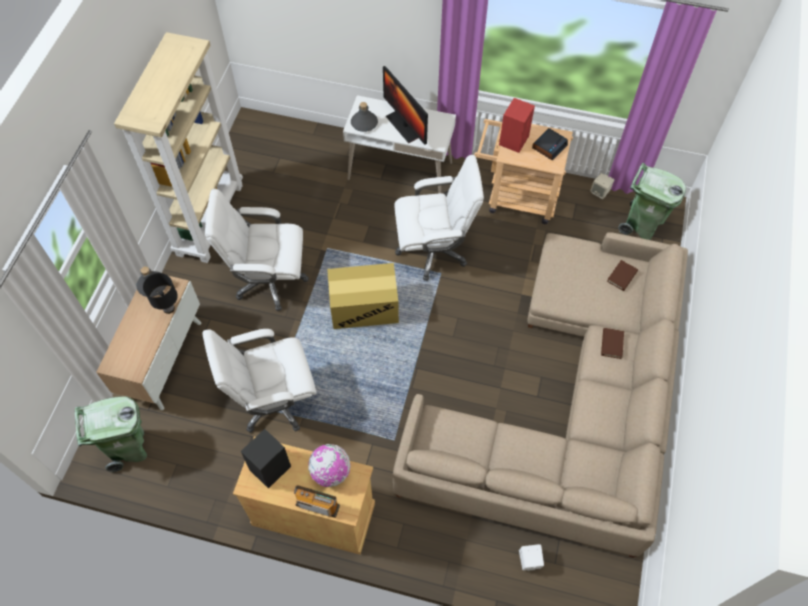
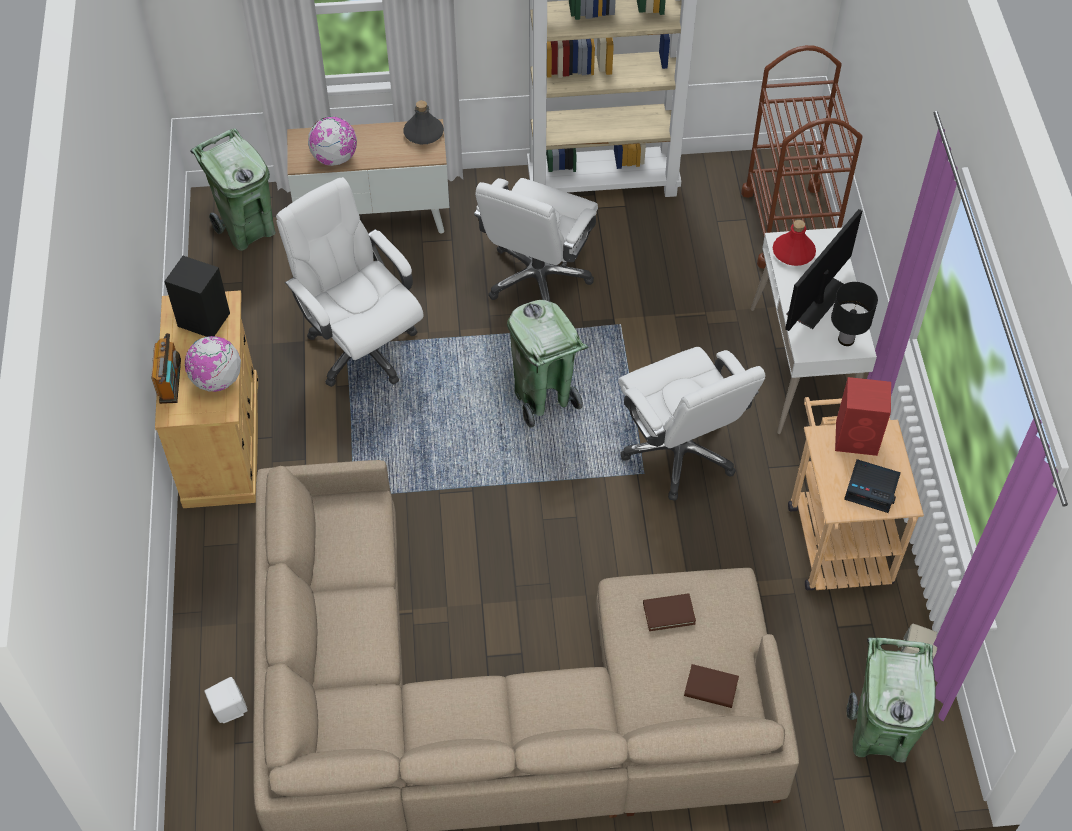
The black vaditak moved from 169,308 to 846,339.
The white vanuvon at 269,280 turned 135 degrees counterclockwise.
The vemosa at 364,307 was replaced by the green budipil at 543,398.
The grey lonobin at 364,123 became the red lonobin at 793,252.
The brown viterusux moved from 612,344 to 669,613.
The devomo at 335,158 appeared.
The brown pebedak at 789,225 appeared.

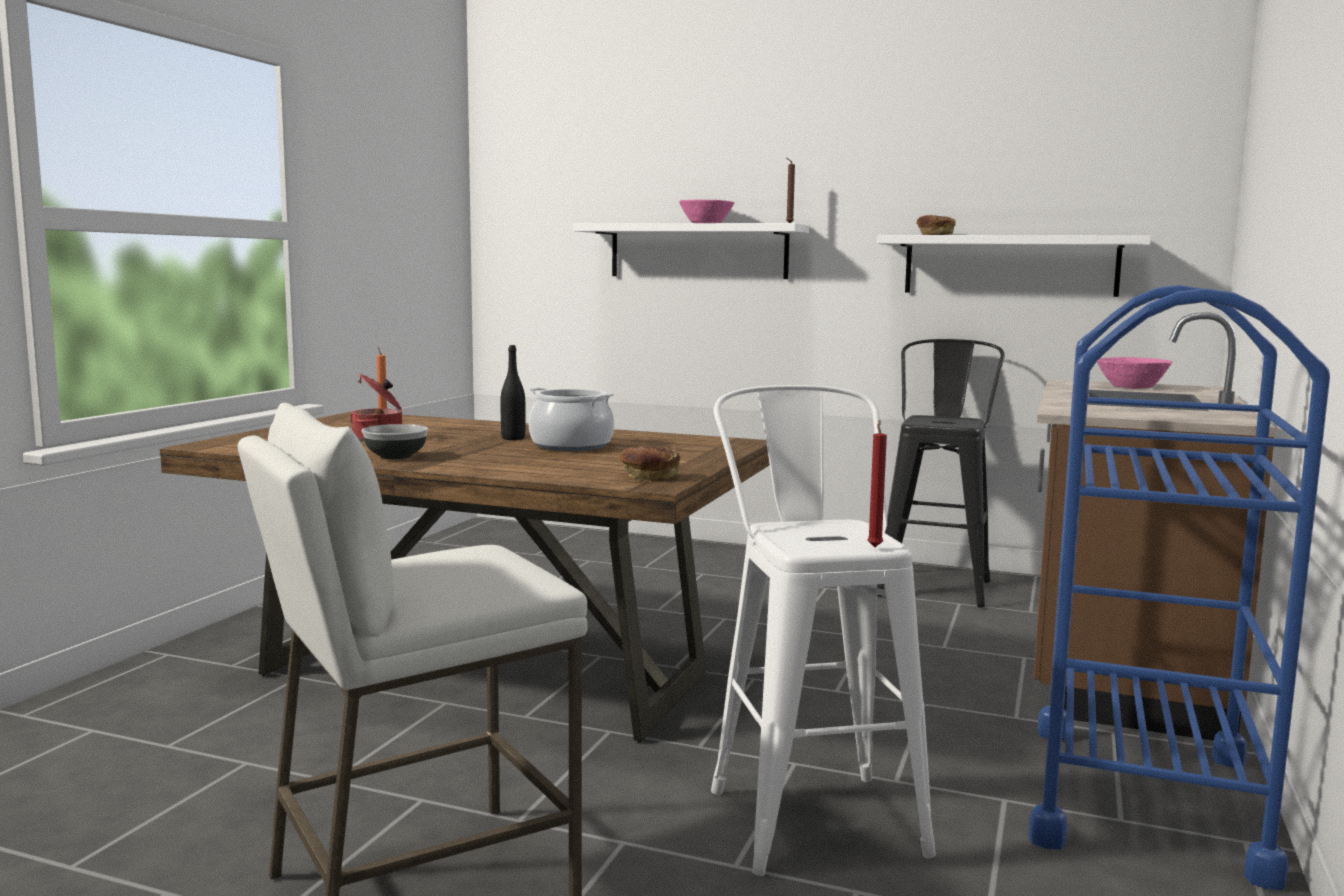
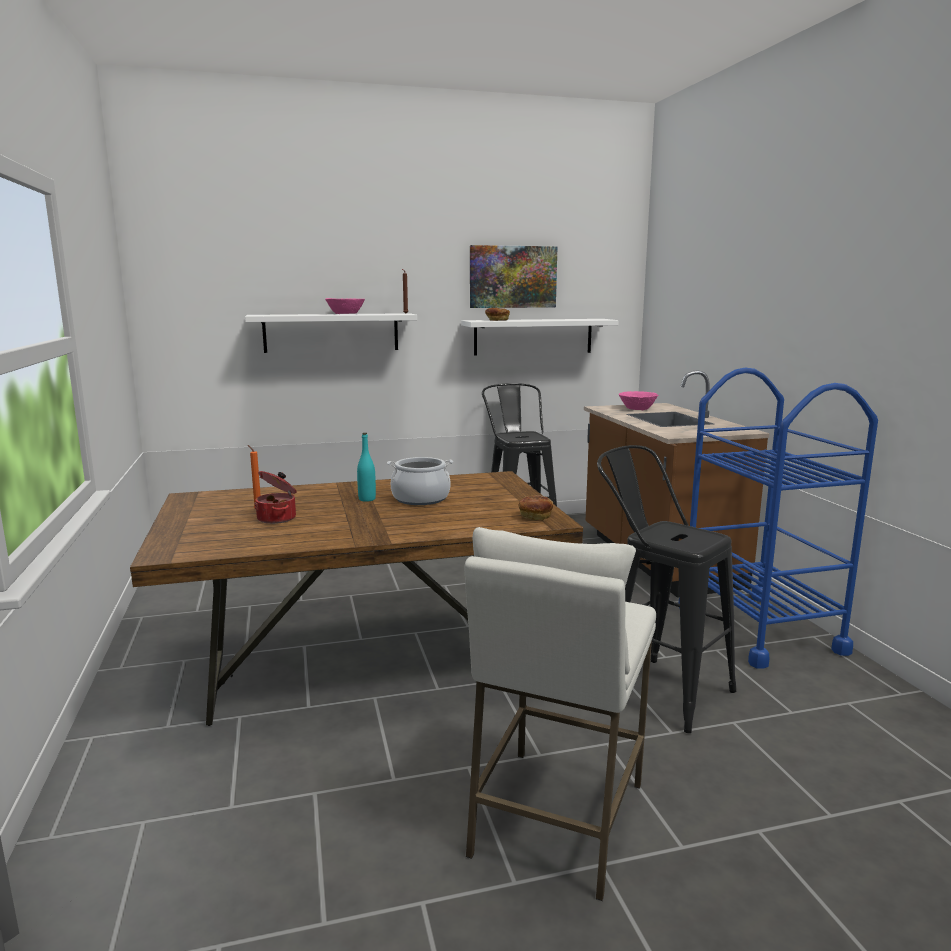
The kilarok at 395,456 disappeared.
The black lonobin at 513,438 became the turquoise lonobin at 367,499.
The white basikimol at 809,810 became the black basikimol at 656,688.
The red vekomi at 875,546 disappeared.
The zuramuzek at 512,277 appeared.

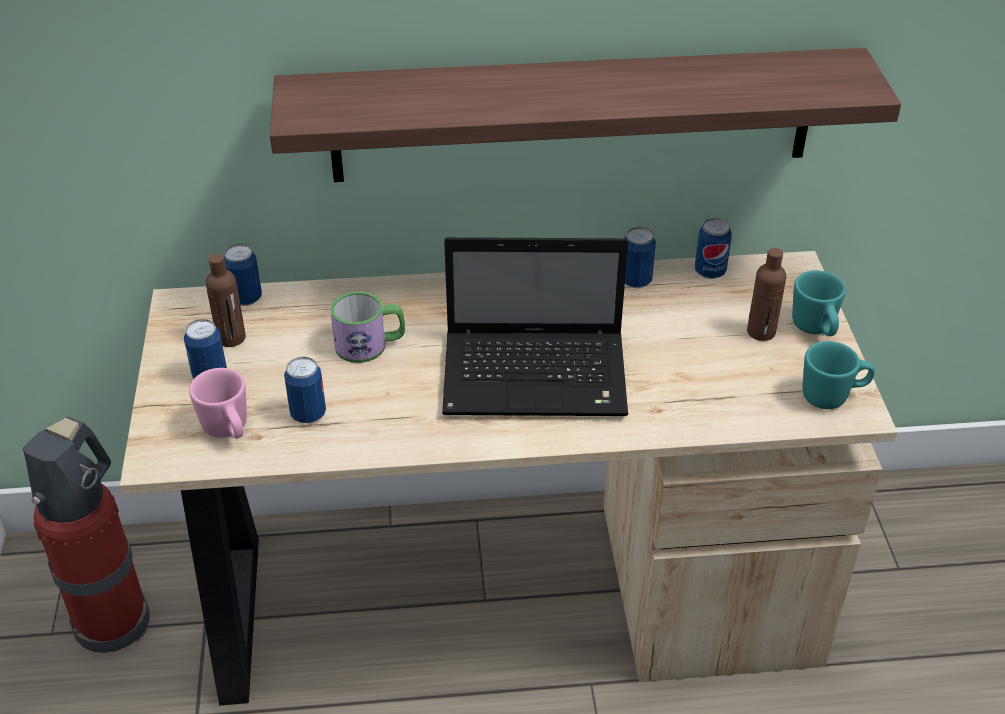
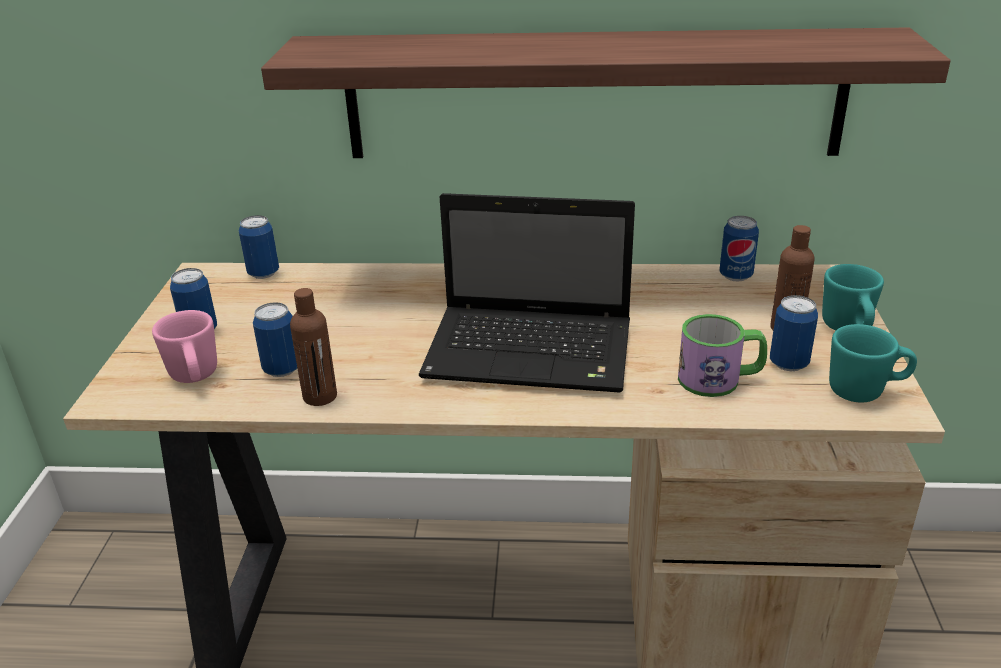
The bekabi at 114,618 disappeared.
The brown lonobin moved from 231,338 to 320,396.
The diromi moved from 370,345 to 719,379.
The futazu moved from 635,281 to 788,363.

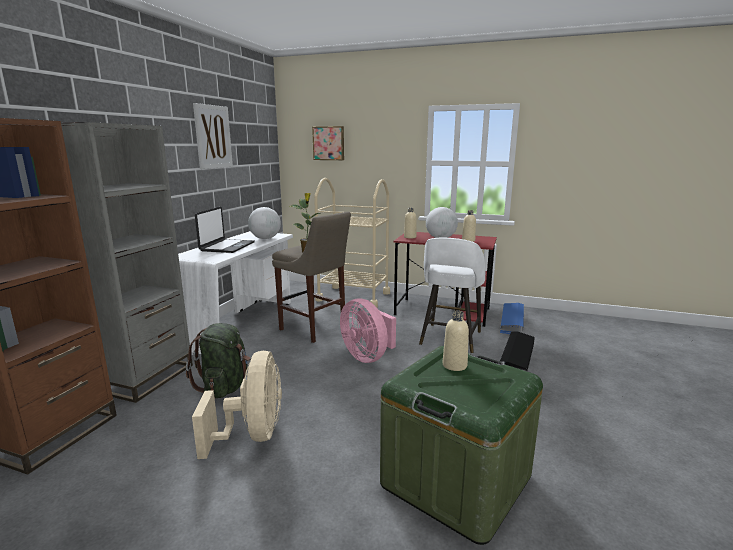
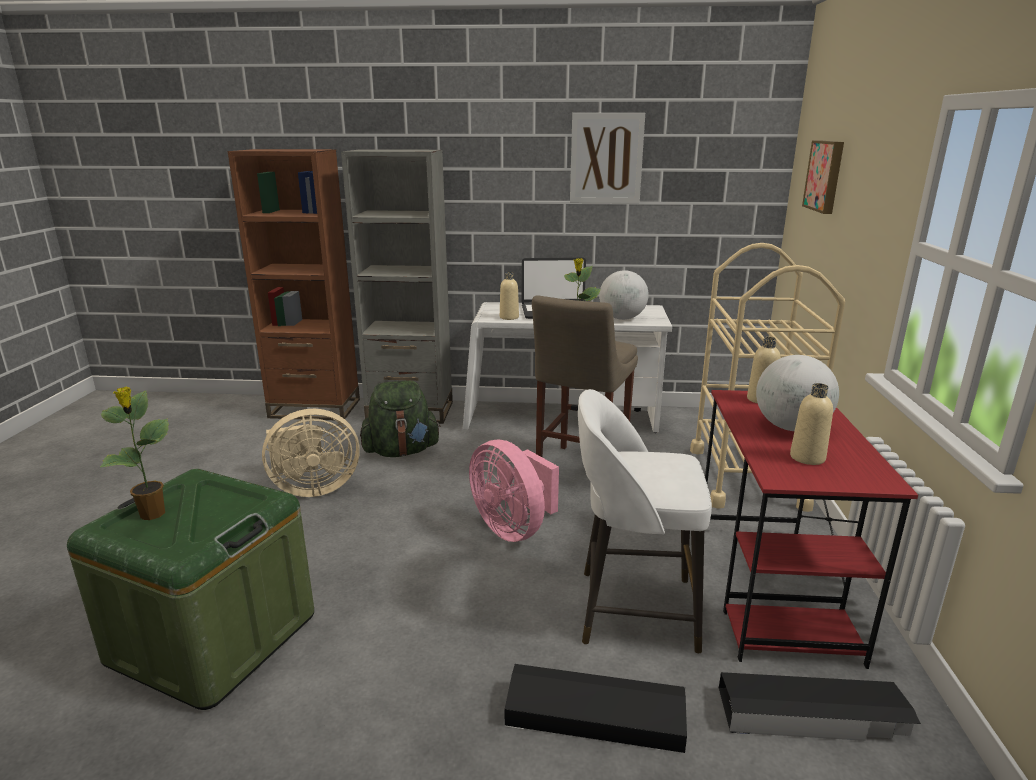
The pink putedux at 367,356 turned 75 degrees counterclockwise.
The beige lonobin moved from 454,365 to 509,317.
The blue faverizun at 512,322 became the black faverizun at 812,715.
The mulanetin at 152,515 appeared.

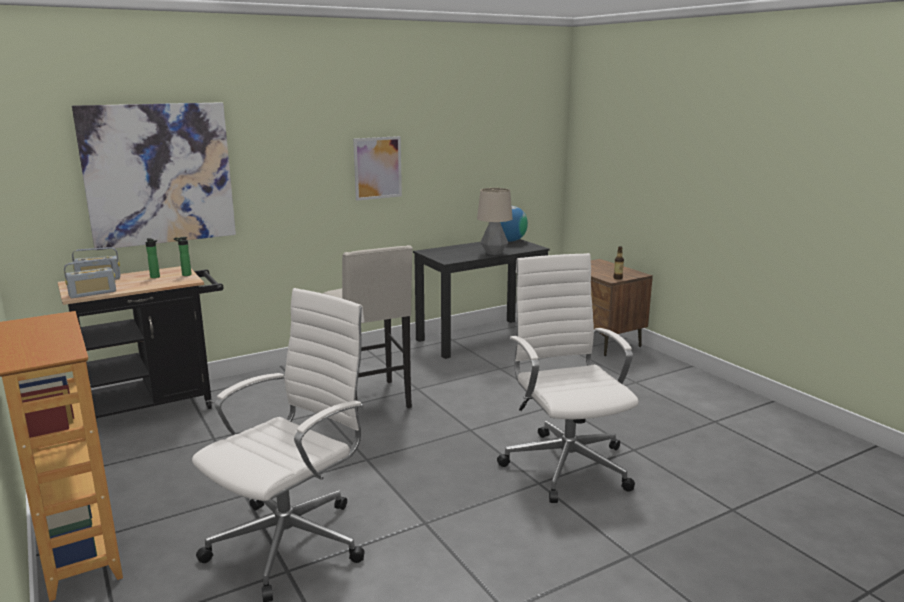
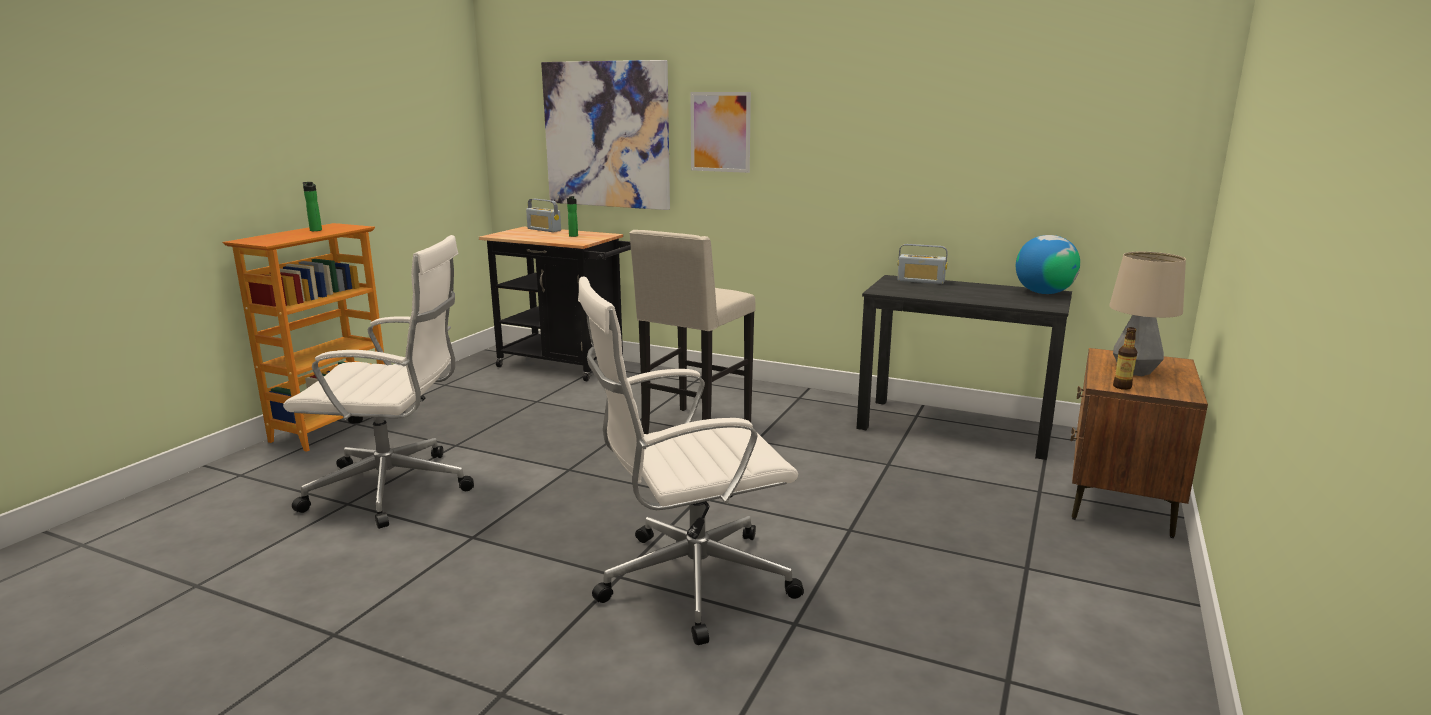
The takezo moved from 93,293 to 921,281.
The lonobin moved from 185,275 to 315,230.
The zuramuzek moved from 377,168 to 720,132.
The vaditak moved from 494,253 to 1135,372.
The white vanuvon at 566,463 turned 150 degrees counterclockwise.

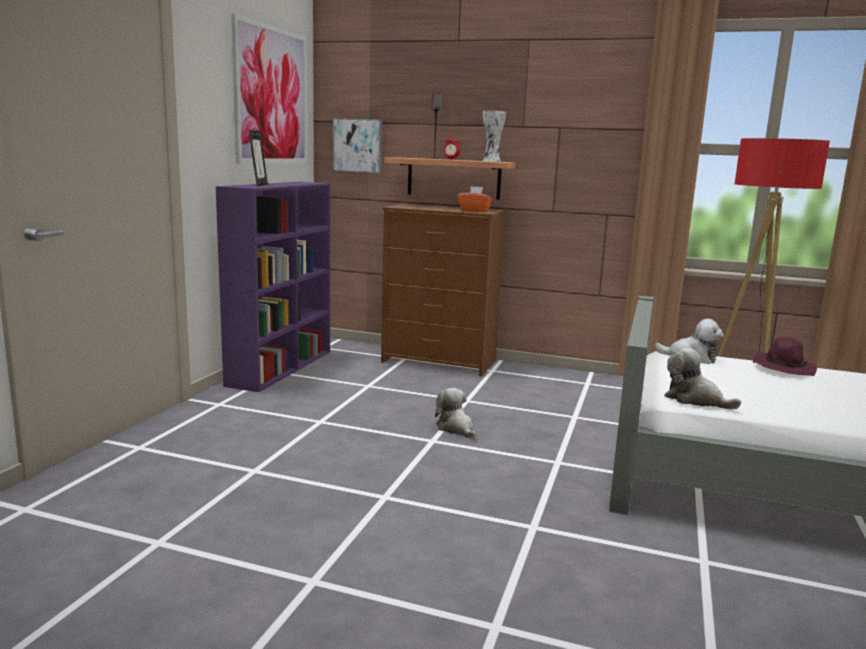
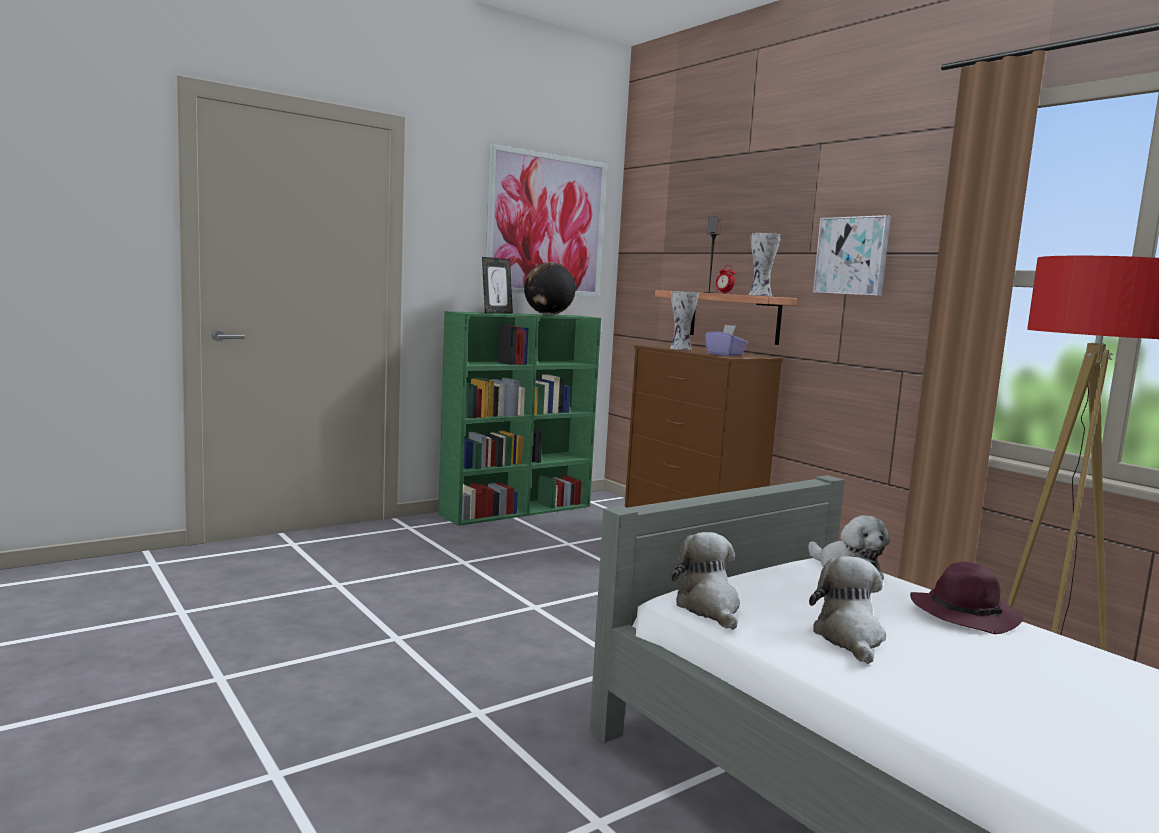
The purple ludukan at 281,367 became the green ludukan at 518,510.
The zuramuzek moved from 358,145 to 852,256.
The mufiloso moved from 456,428 to 849,638.
The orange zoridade at 474,211 became the purple zoridade at 724,355.
The devomo at 548,315 appeared.
The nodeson at 681,349 appeared.

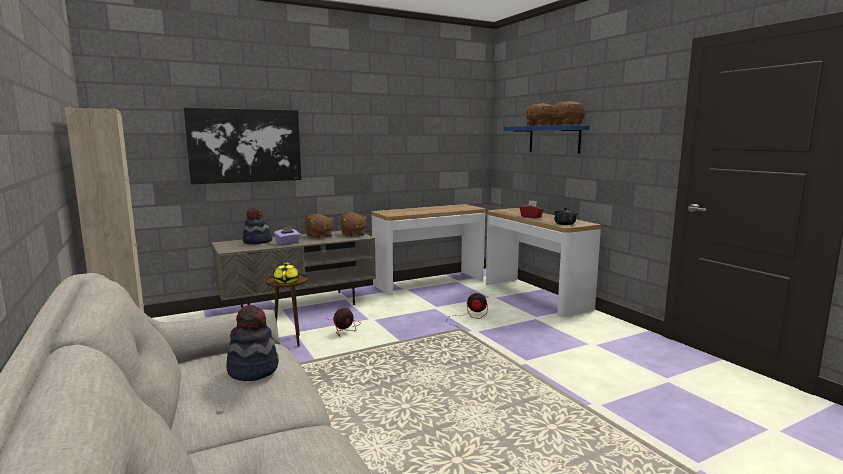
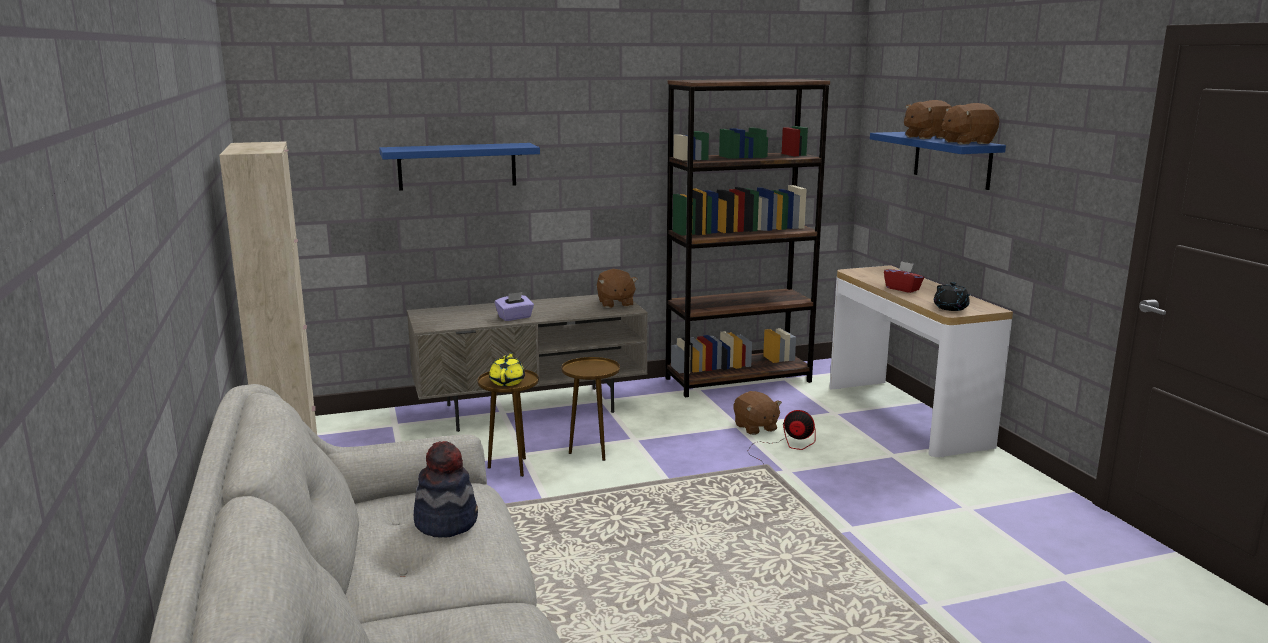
The zuramuzek at 245,145 was replaced by the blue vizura at 457,166.
The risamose at 257,242 disappeared.
The brown mufiloso moved from 318,236 to 755,427.
The putedux at 344,328 was replaced by the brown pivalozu at 591,452.
The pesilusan at 429,283 was replaced by the brown ludukan at 738,380.

